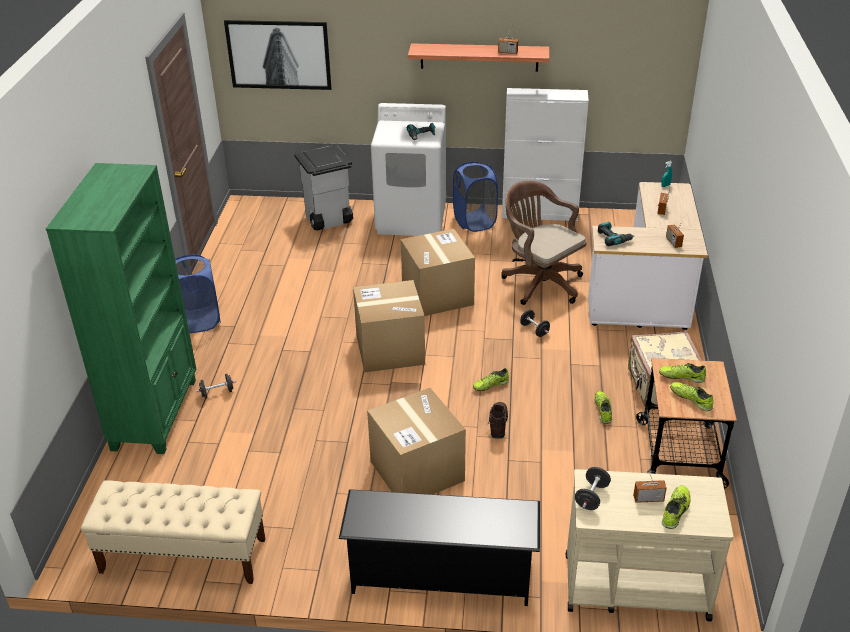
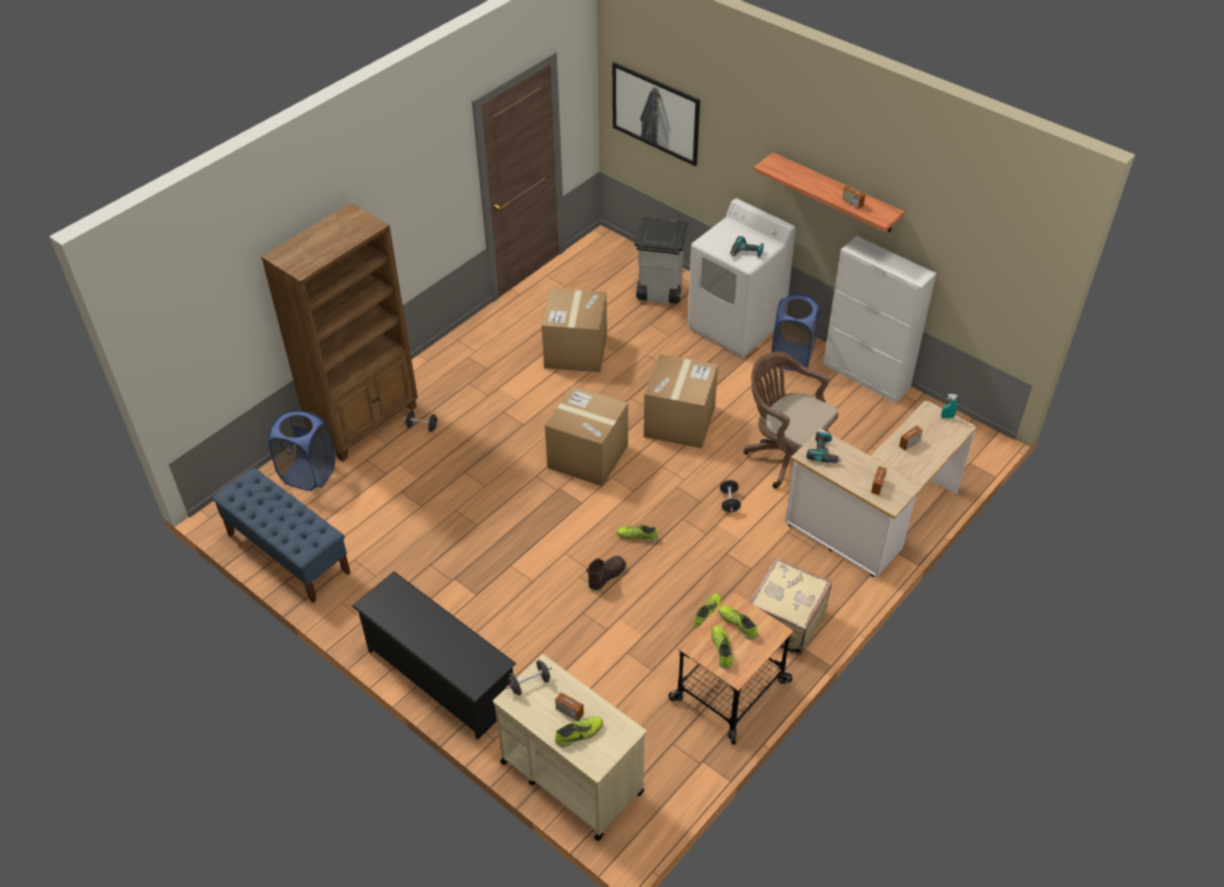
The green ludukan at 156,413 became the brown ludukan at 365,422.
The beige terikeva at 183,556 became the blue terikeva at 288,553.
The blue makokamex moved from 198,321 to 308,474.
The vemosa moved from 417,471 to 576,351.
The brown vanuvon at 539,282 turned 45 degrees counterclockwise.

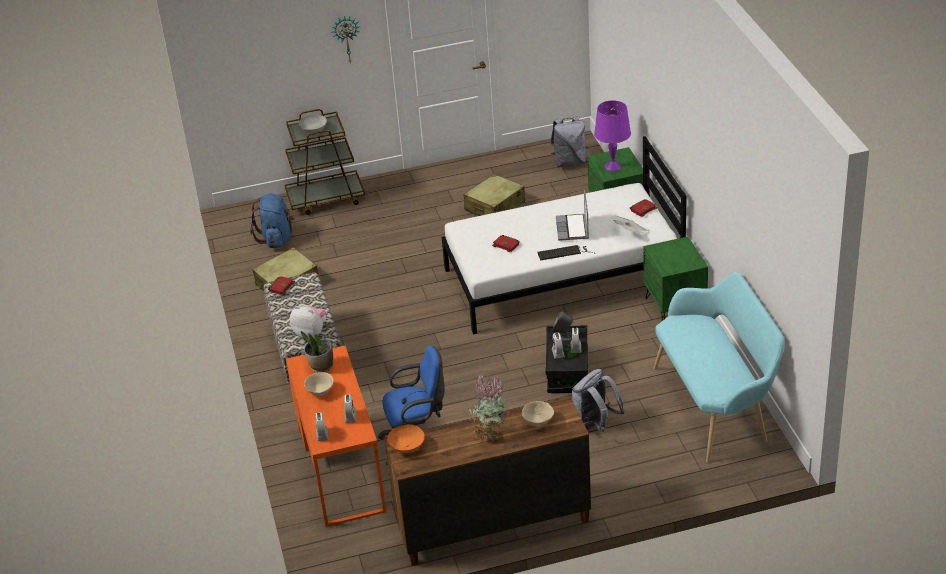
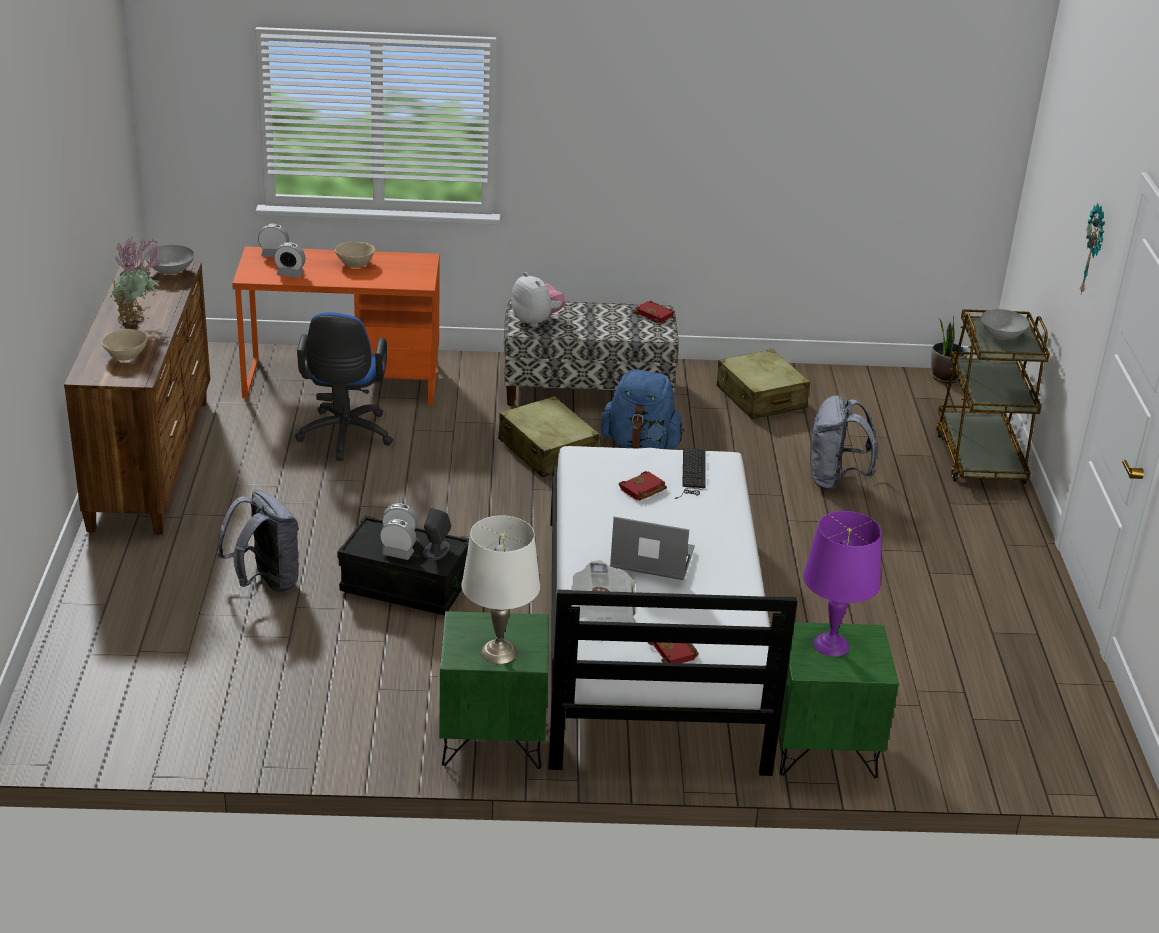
The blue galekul moved from 277,238 to 641,444.
The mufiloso at 311,333 turned 75 degrees counterclockwise.
The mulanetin moved from 321,366 to 944,377.
The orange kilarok at 407,447 became the grey kilarok at 171,272.
The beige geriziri moved from 494,206 to 547,450.
The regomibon moved from 564,252 to 692,473.
The grey galekul moved from 569,162 to 835,480.
The turquoise terikeva at 716,405 disappeared.
The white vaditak at 498,651 appeared.

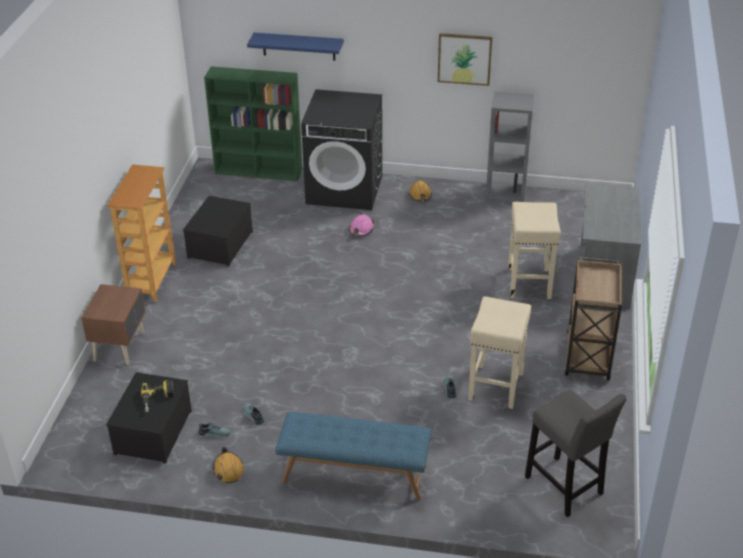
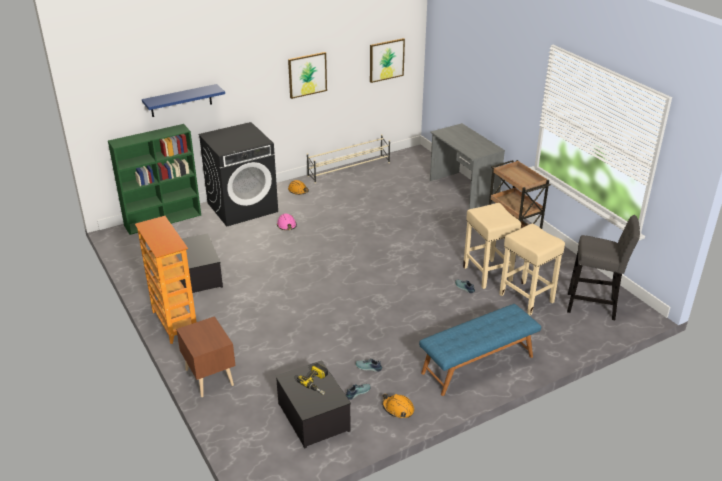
The grey ludukan at 506,193 was replaced by the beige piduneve at 349,169.
The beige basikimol moved from 528,282 to 525,298.
The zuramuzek at 386,60 appeared.

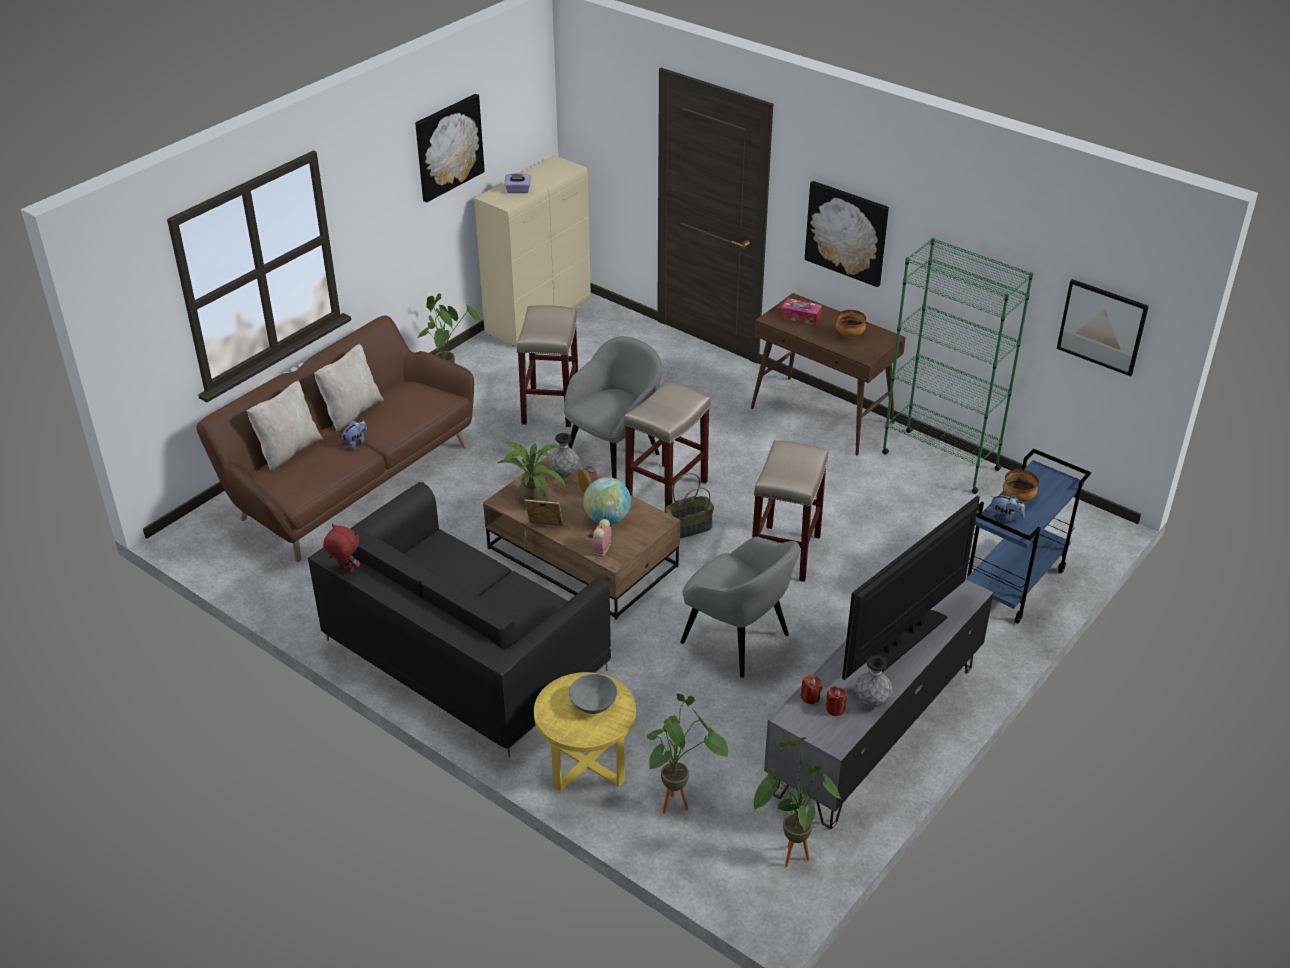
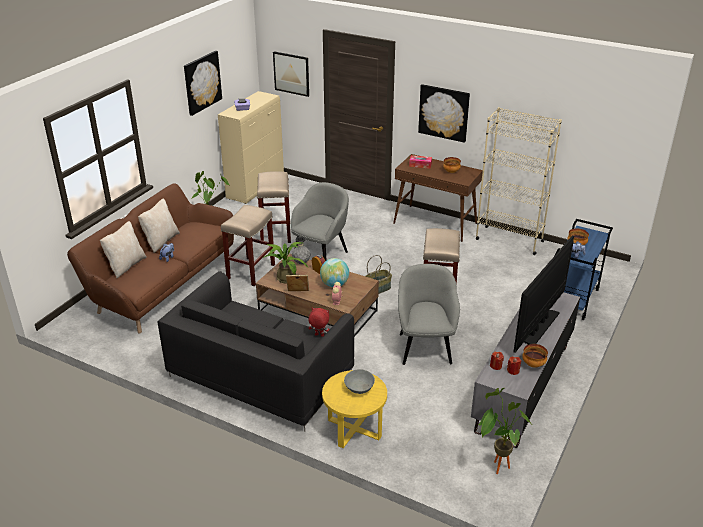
The red mufiloso moved from 345,569 to 319,335.
The beige basikimol moved from 667,489 to 251,271.
The mulanetin at 680,803 disappeared.
The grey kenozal at 737,640 turned 120 degrees counterclockwise.
The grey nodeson at 871,702 was replaced by the kilarok at 533,364.
The green ludukan at 940,461 became the beige ludukan at 509,240.
The zuramuzek moved from 1102,326 to 291,73.

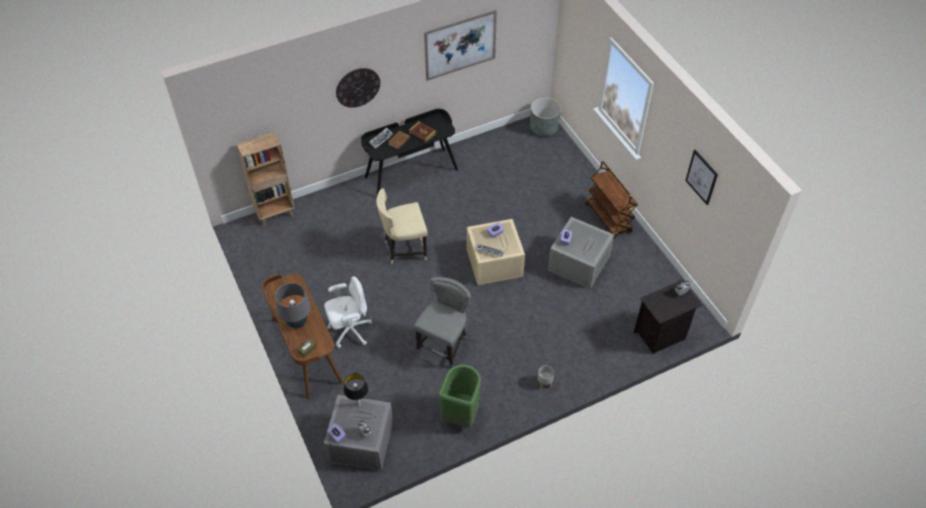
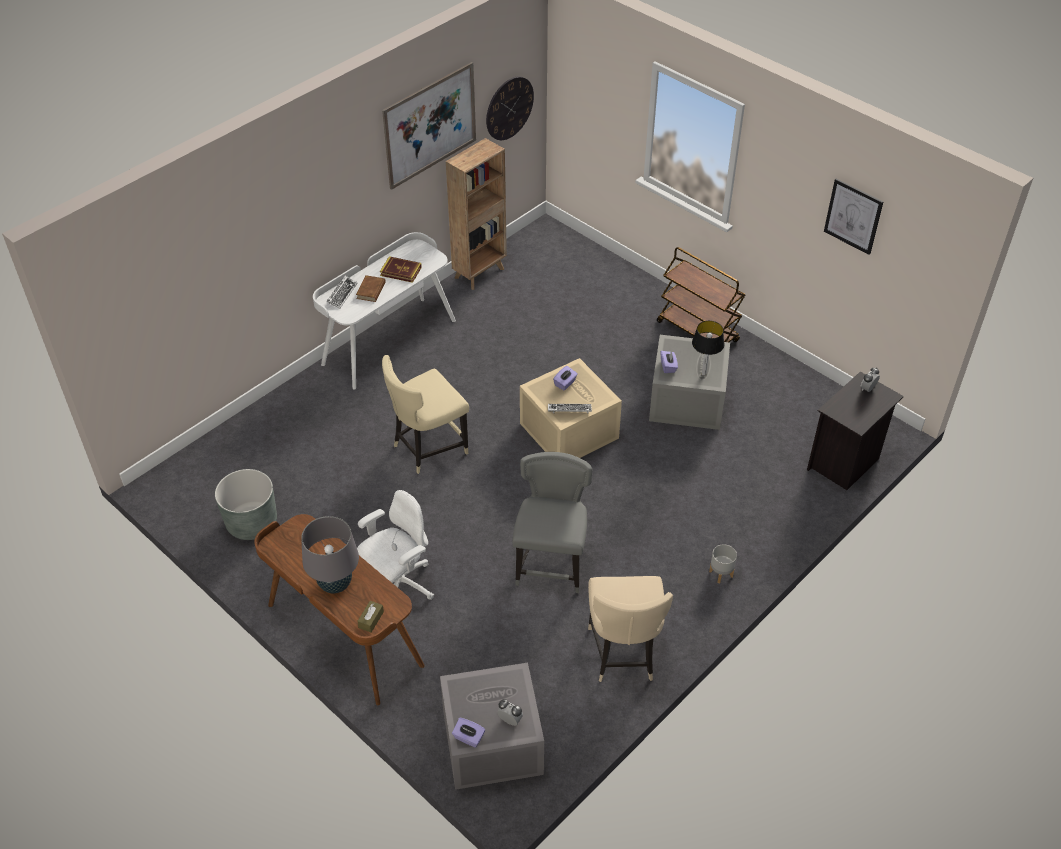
The brown ludukan moved from 276,215 to 480,273.
The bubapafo moved from 358,87 to 509,108.
The vaditak moved from 359,405 to 704,374.
The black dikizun at 411,173 became the white dikizun at 388,341.
The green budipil at 460,414 was replaced by the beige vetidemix at 623,654.
The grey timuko moved from 544,128 to 252,523.

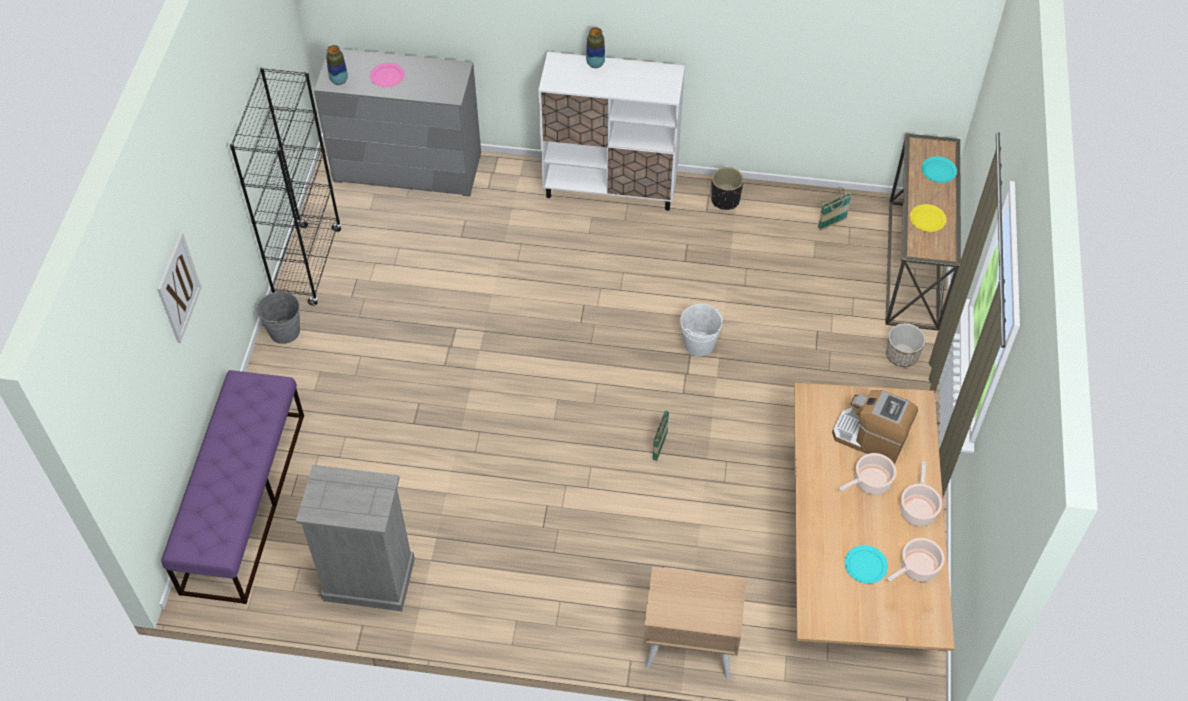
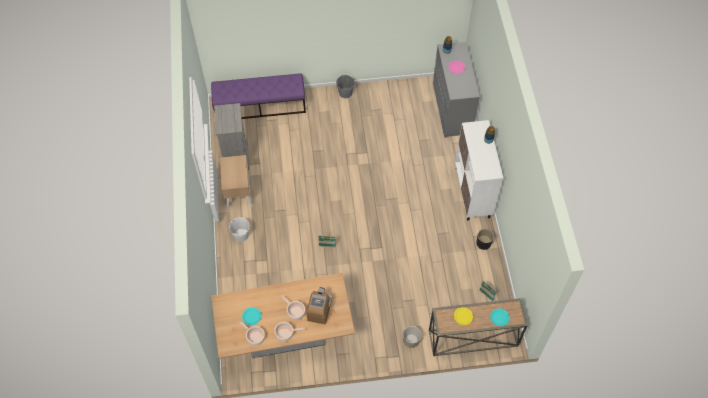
The zuramuzek at 178,287 disappeared.
The black ludukan at 308,265 disappeared.
The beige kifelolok moved from 689,644 to 238,193.
The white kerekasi moved from 699,344 to 241,235.

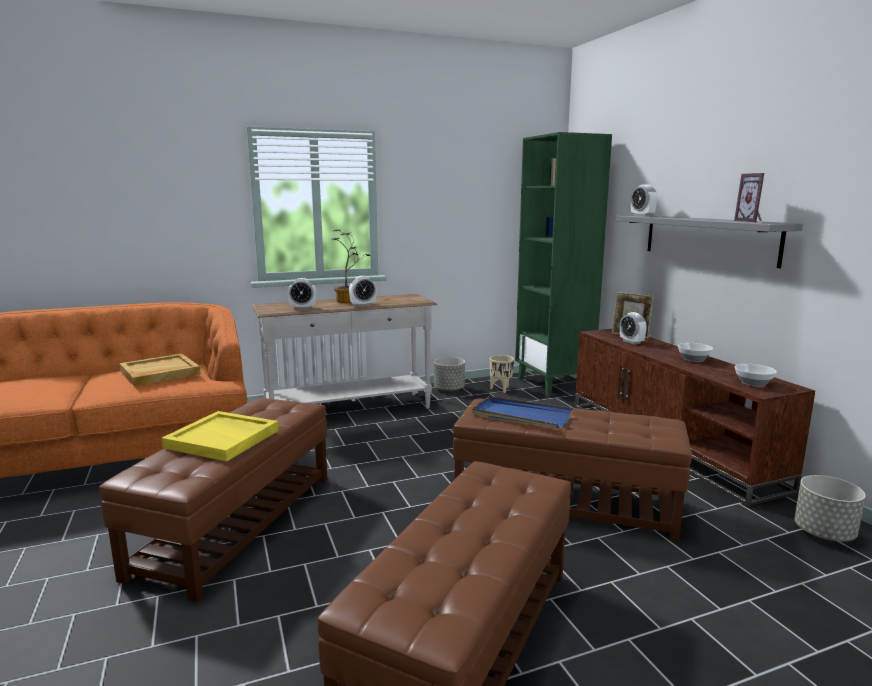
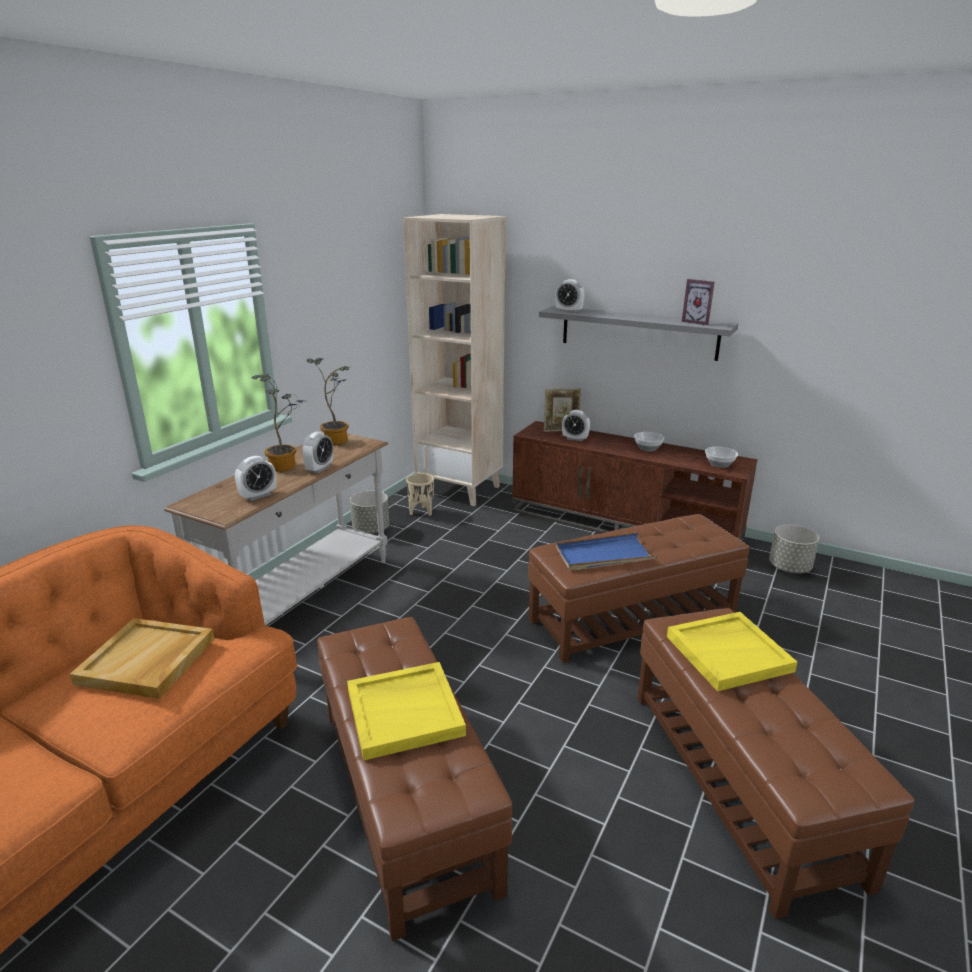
The green ludukan at 554,384 became the beige ludukan at 460,489.
The mulanetin at 337,439 appeared.
The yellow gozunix at 728,653 appeared.

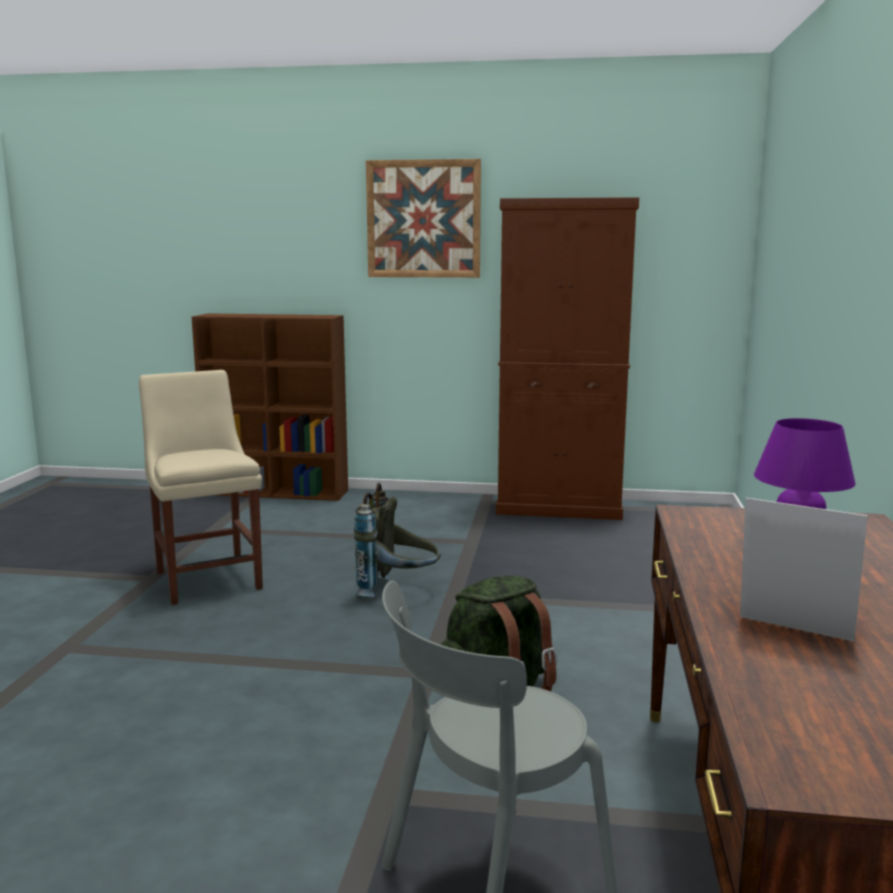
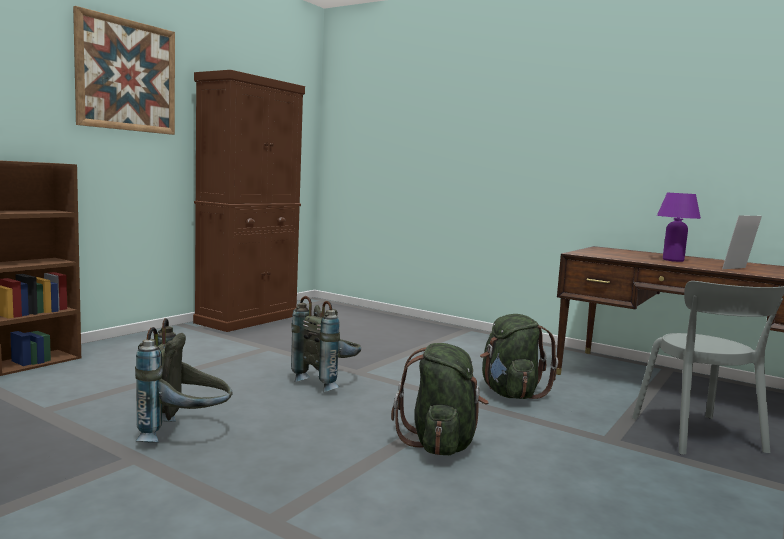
The beige vetidemix at 207,578 was replaced by the grey galekul at 185,434.
The green galekul at 440,444 appeared.

